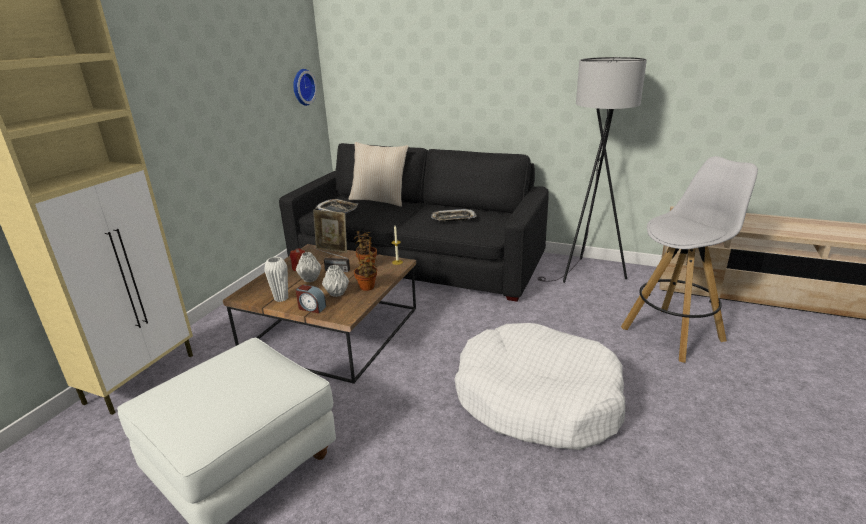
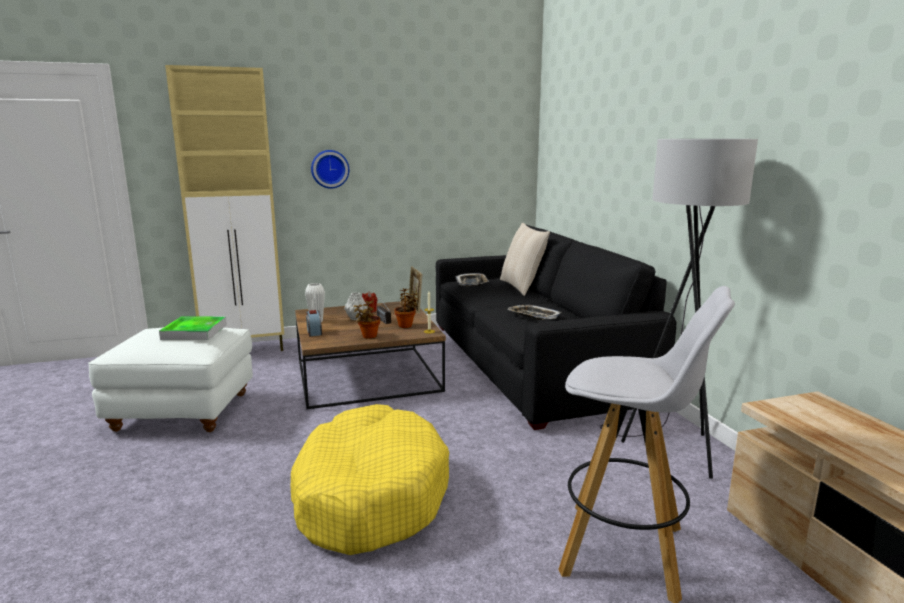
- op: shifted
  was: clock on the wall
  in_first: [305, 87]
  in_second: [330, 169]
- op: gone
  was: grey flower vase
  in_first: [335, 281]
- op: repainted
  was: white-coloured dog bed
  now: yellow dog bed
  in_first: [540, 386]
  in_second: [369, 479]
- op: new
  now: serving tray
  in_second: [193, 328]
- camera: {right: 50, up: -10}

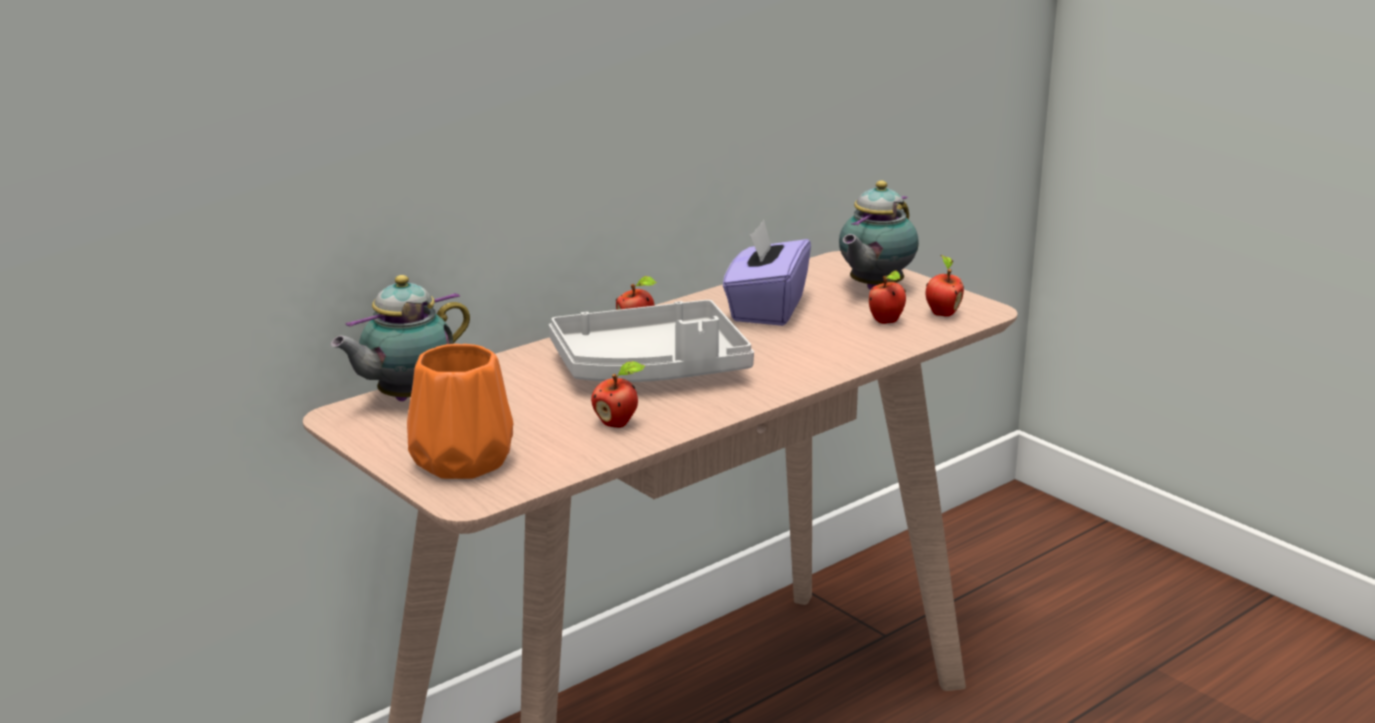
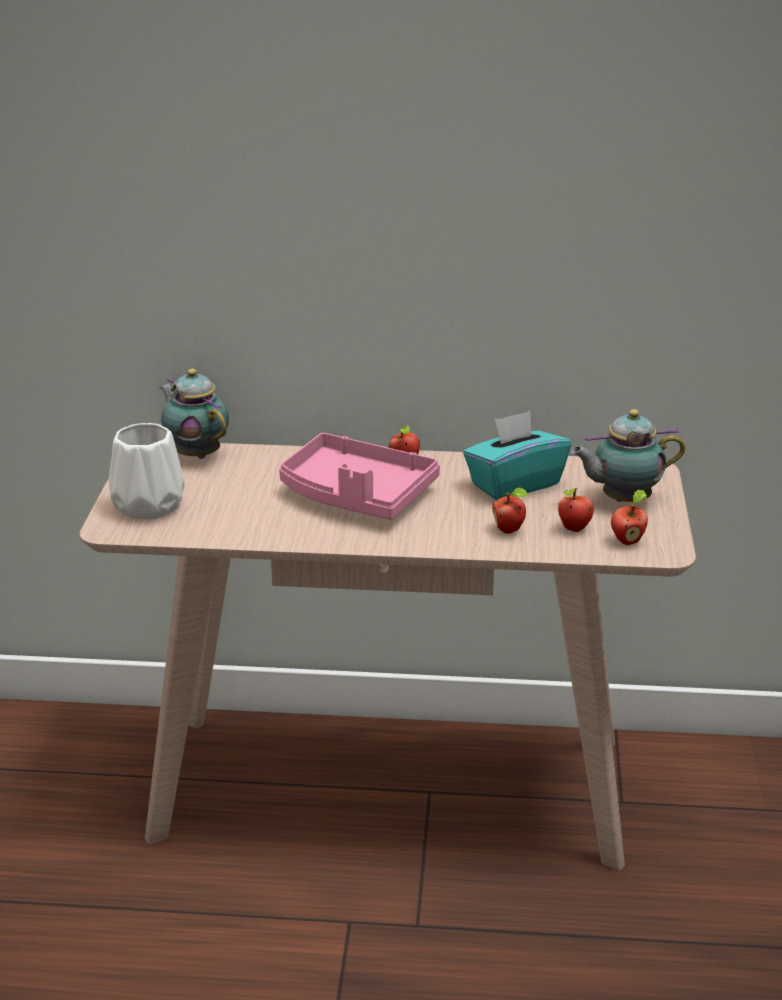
- op: rotated
  was: tea pot
  in_first: [400, 338]
  in_second: [194, 414]
  clockwise: 45
- op: repainted
  was: orange flower vase
  now: white-coloured flower vase
  in_first: [460, 411]
  in_second: [147, 471]
- op: repainted
  was: grey serving tray
  now: pink-coloured serving tray
  in_first: [651, 341]
  in_second: [359, 476]
- op: shifted
  was: apple fruit
  in_first: [618, 394]
  in_second: [510, 510]
- op: repainted
  was: purple-coloured tissue holder
  now: blue-green tissue holder
  in_first: [767, 273]
  in_second: [517, 456]
- camera: {right: 45, up: 5}

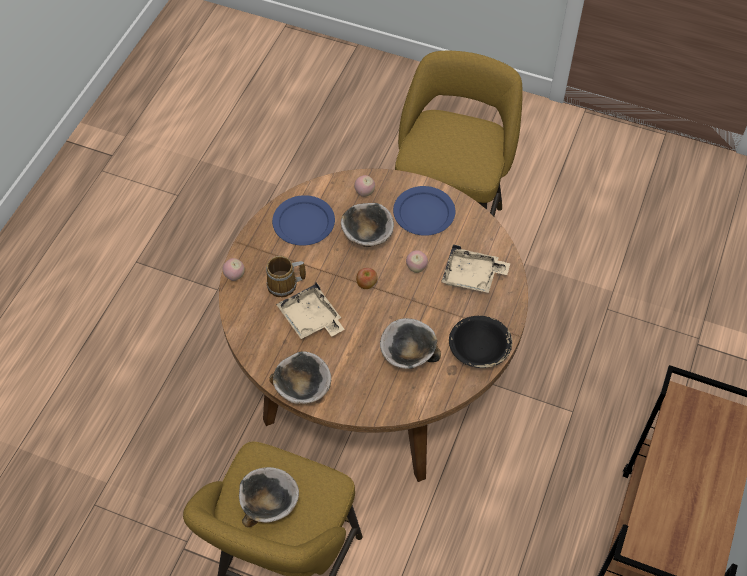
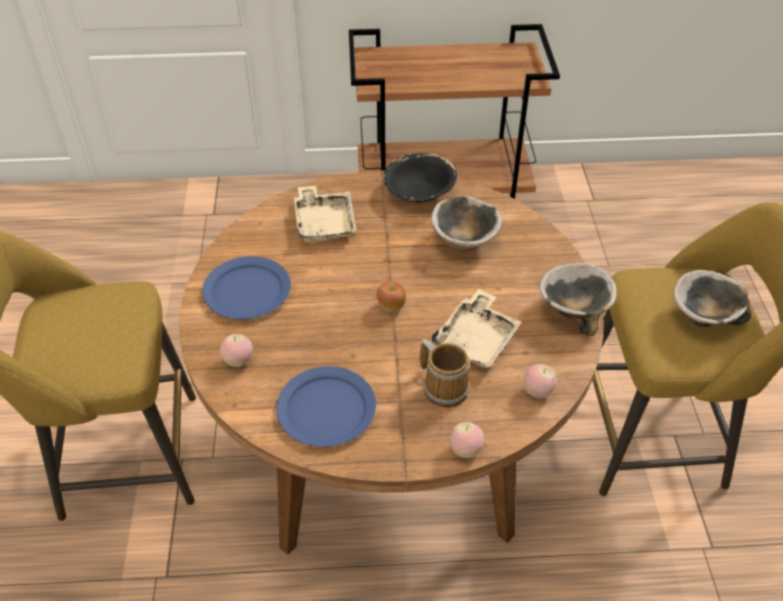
- op: gone
  was: bowl
  in_first: [367, 225]
- op: shifted
  was: apple fruit
  in_first: [417, 261]
  in_second: [540, 381]
- camera: {right: -115, up: -10}

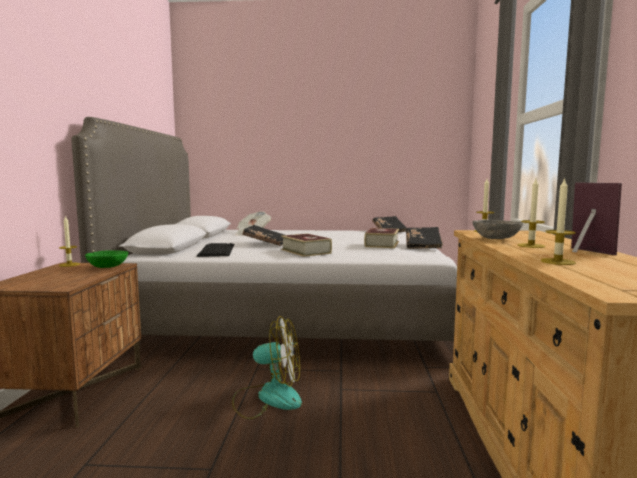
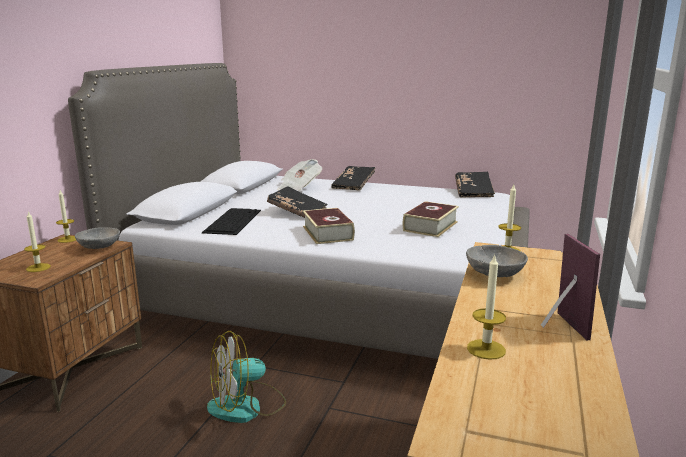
- op: repainted
  was: green bowl
  now: grey bowl
  in_first: [107, 259]
  in_second: [97, 238]
- op: rotated
  was: electric fan
  in_first: [267, 367]
  in_second: [246, 377]
  clockwise: 135
- op: shifted
  was: black-coloured book
  in_first: [424, 238]
  in_second: [353, 178]
- op: shifted
  was: wax candle
  in_first: [531, 213]
  in_second: [37, 241]
- camera: {right: 15, up: 10}

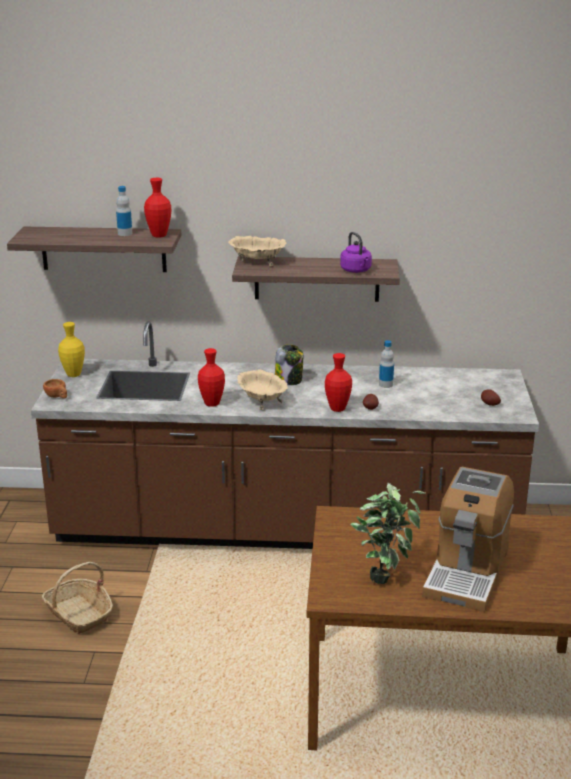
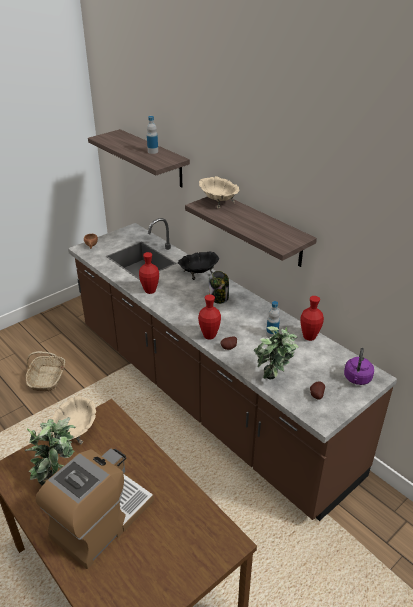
- op: gone
  was: yellow flower vase
  in_first: [71, 349]
- op: shifted
  was: red-coloured flower vase
  in_first: [157, 208]
  in_second: [312, 318]
- op: shifted
  was: beige bowl
  in_first: [262, 389]
  in_second: [73, 420]
- op: shifted
  was: purple-coloured kettle
  in_first: [356, 252]
  in_second: [359, 366]
- op: rotated
  was: coffee maker
  in_first: [468, 539]
  in_second: [95, 509]
  clockwise: 150
- op: new
  now: black-coloured bowl
  in_second: [198, 265]
- op: new
  now: plant in a pot
  in_second: [276, 353]
- camera: {right: 45, up: 10}

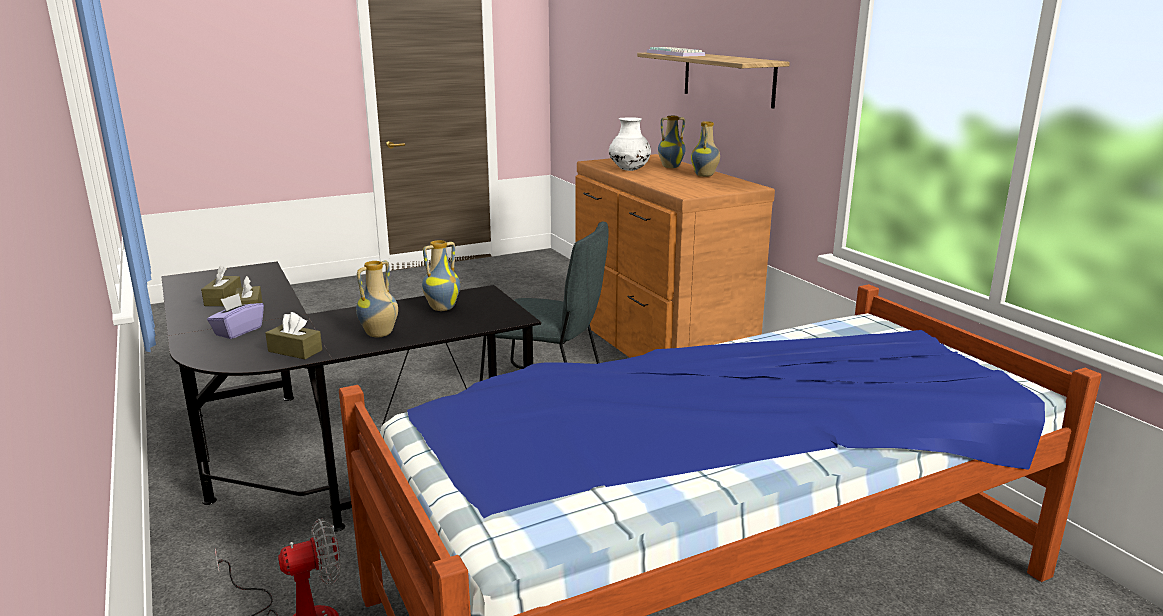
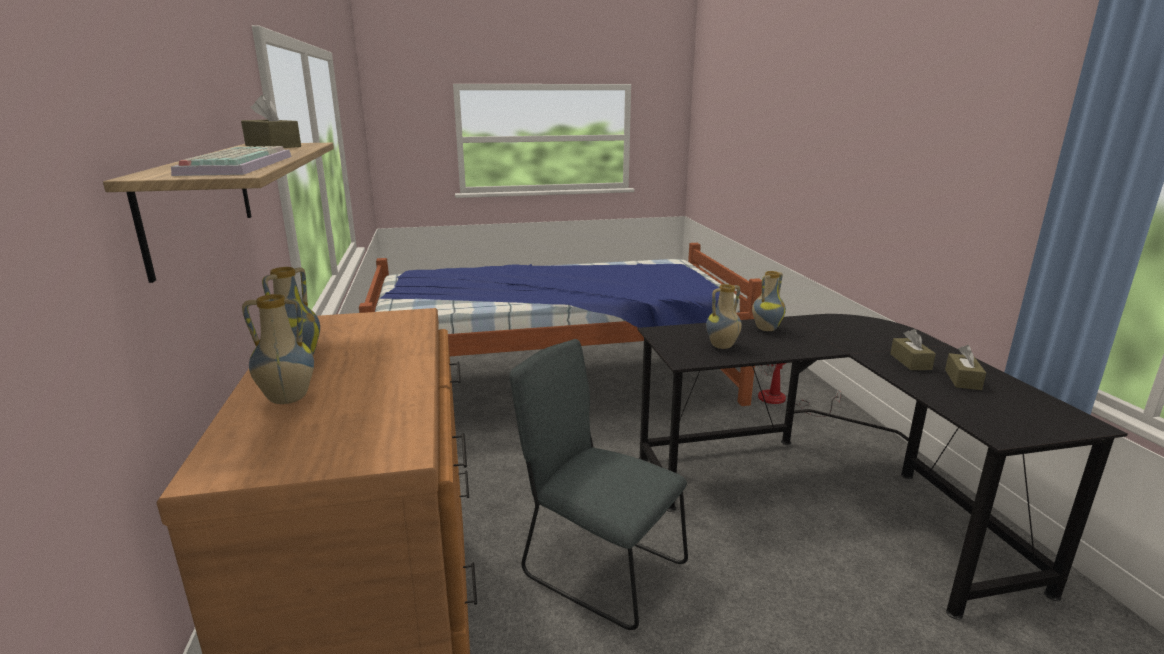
- op: gone
  was: purple-coloured tissue holder
  in_first: [235, 316]
- op: shifted
  was: brown tissue holder
  in_first: [294, 335]
  in_second: [271, 121]
- op: gone
  was: white-coloured flower vase
  in_first: [630, 144]
- camera: {right: -165, up: 0}

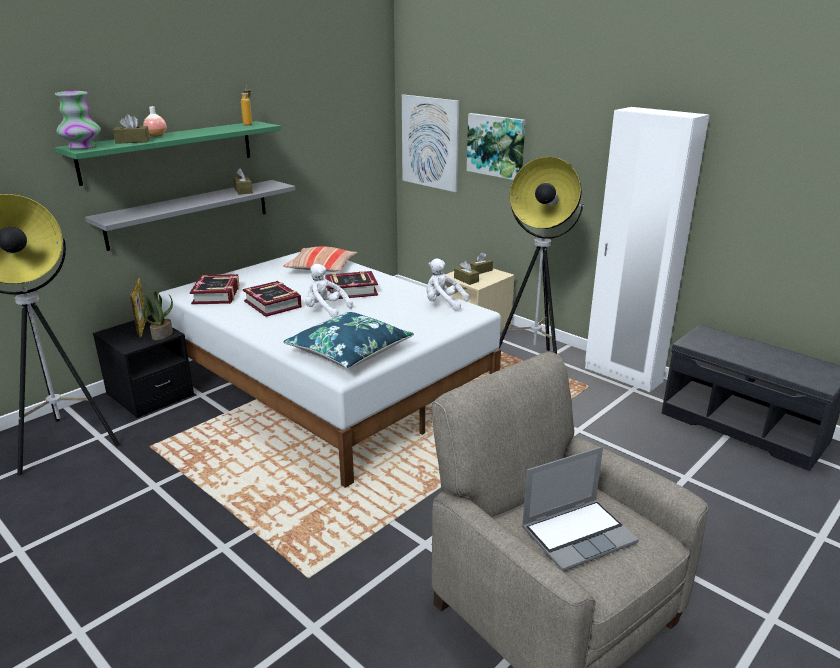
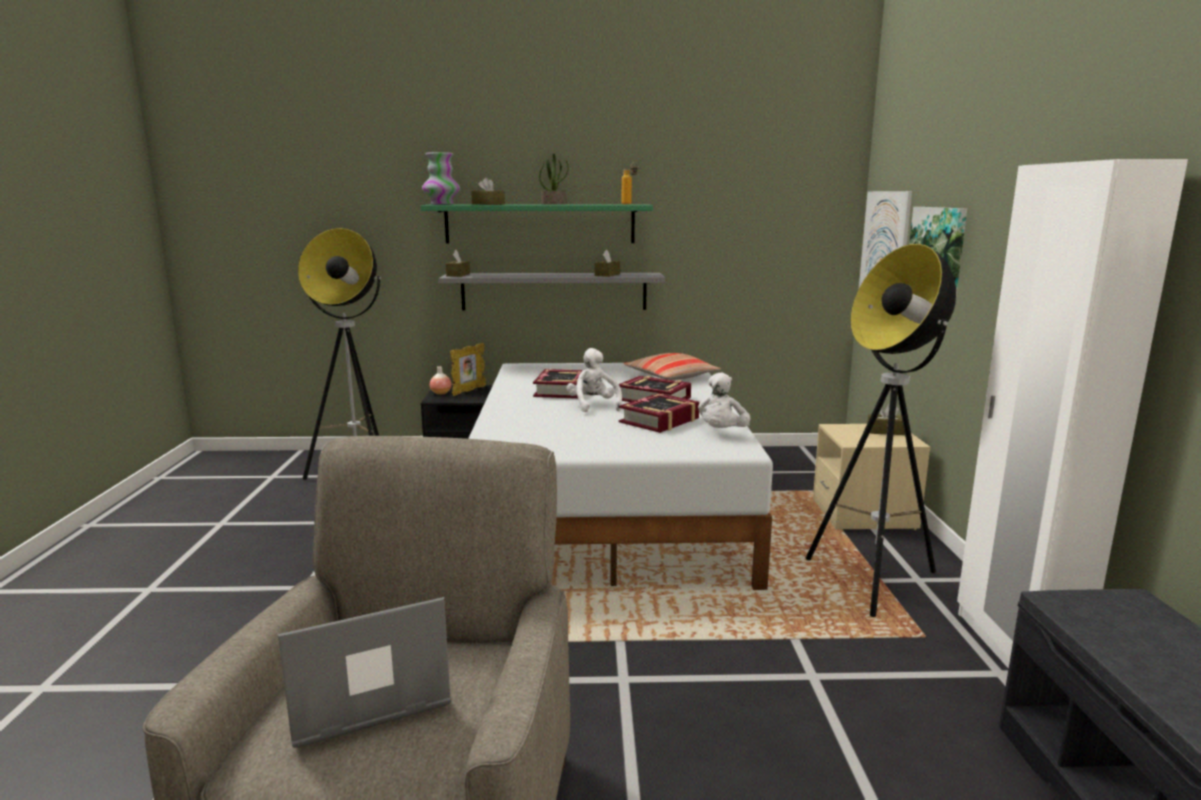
- op: shifted
  was: flower vase
  in_first: [155, 121]
  in_second: [441, 380]
- op: shifted
  was: plant in a pot
  in_first: [158, 315]
  in_second: [553, 179]
- op: shifted
  was: book
  in_first: [215, 289]
  in_second: [659, 413]
- op: gone
  was: blue cushion
  in_first: [348, 340]
- op: rotated
  was: white-coloured cuddly toy
  in_first: [448, 284]
  in_second: [724, 400]
  clockwise: -135
- op: shifted
  was: brown tissue holder
  in_first: [466, 273]
  in_second: [458, 263]
- op: rotated
  was: notebook computer
  in_first: [580, 508]
  in_second: [364, 672]
  clockwise: 135
- camera: {right: 45, up: -10}

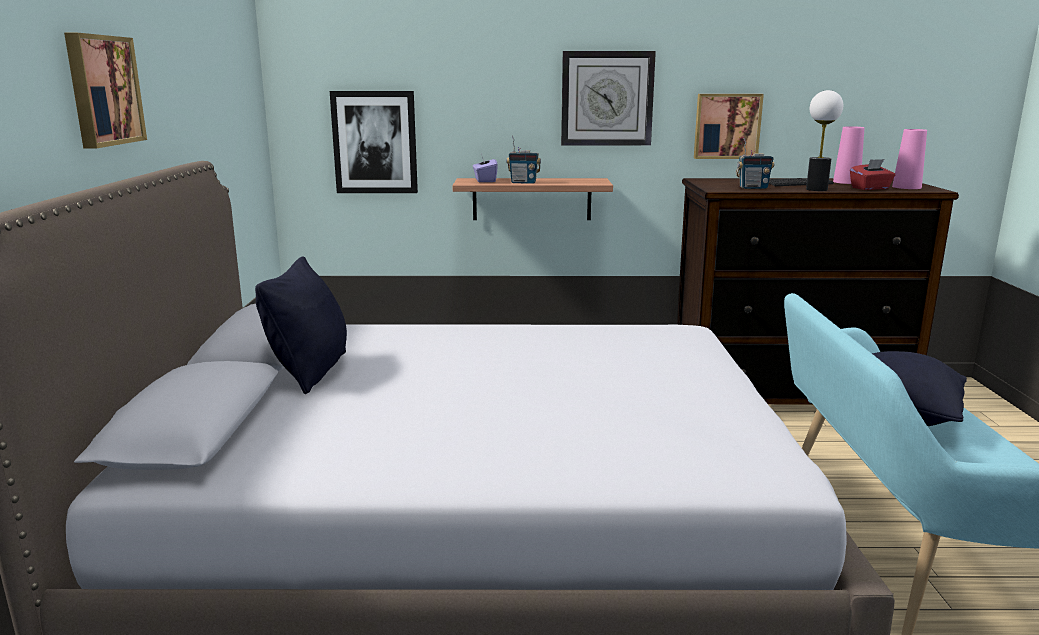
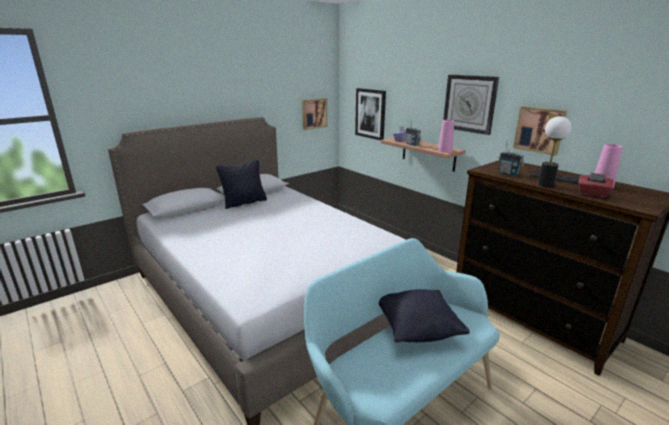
- op: shifted
  was: wall picture
  in_first: [105, 90]
  in_second: [314, 114]
- op: shifted
  was: pink-coloured flower vase
  in_first: [909, 159]
  in_second: [446, 136]
- camera: {right: 50, up: 5}

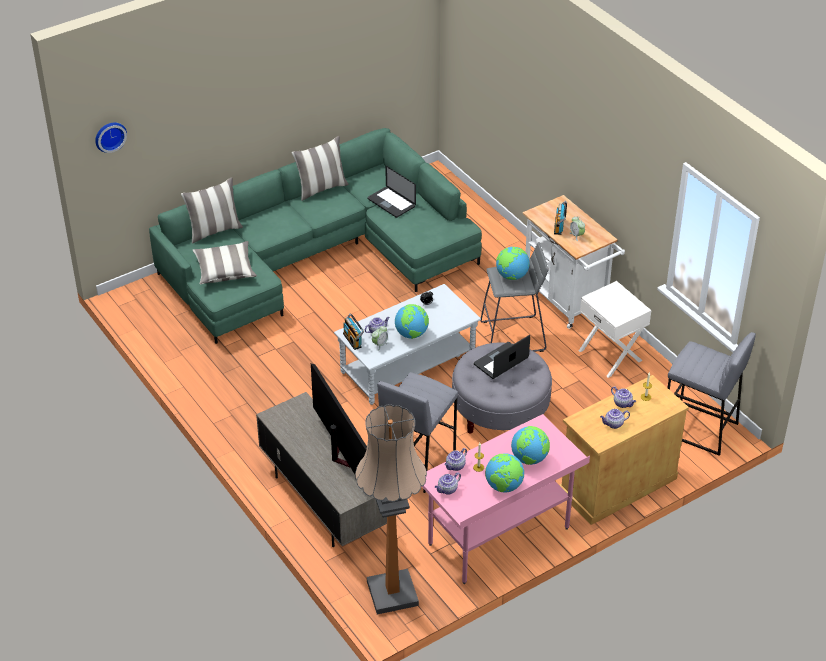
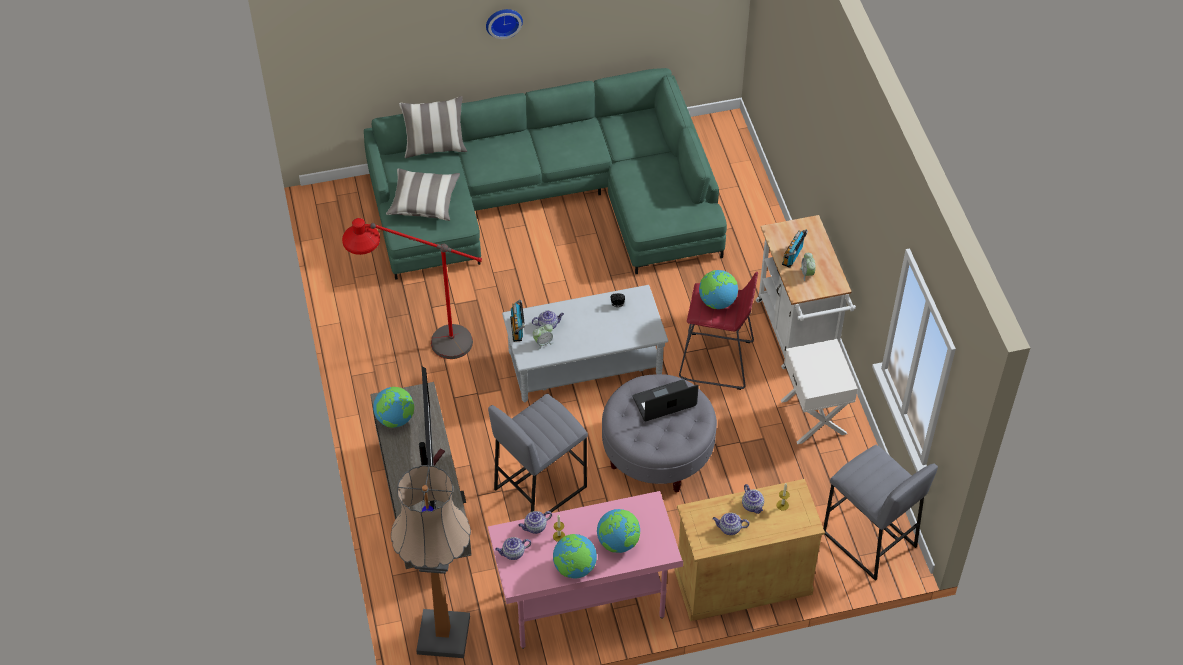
- op: shifted
  was: clock on the wall
  in_first: [111, 137]
  in_second: [504, 24]
- op: gone
  was: cushion
  in_first: [320, 168]
- op: gone
  was: notebook computer
  in_first: [391, 192]
- op: shifted
  was: globe
  in_first: [412, 321]
  in_second: [393, 407]
- op: repainted
  was: grey sitting stool
  now: red-coloured sitting stool
  in_first: [514, 297]
  in_second: [718, 331]
- op: new
  now: red-coloured standard lamp
  in_second: [412, 288]
- camera: {right: 20, up: 10}

